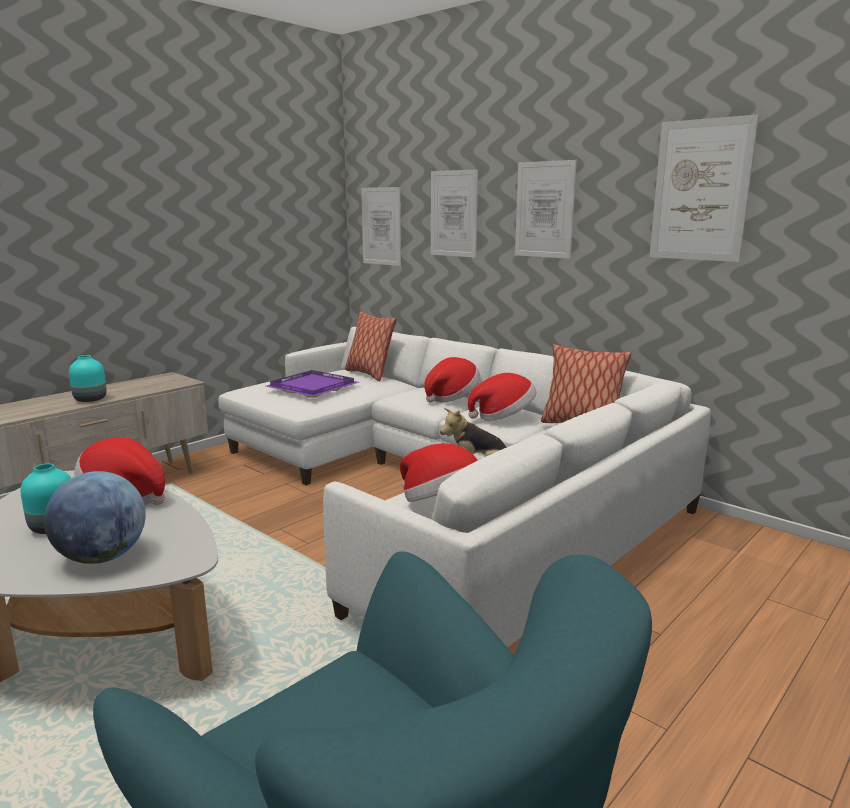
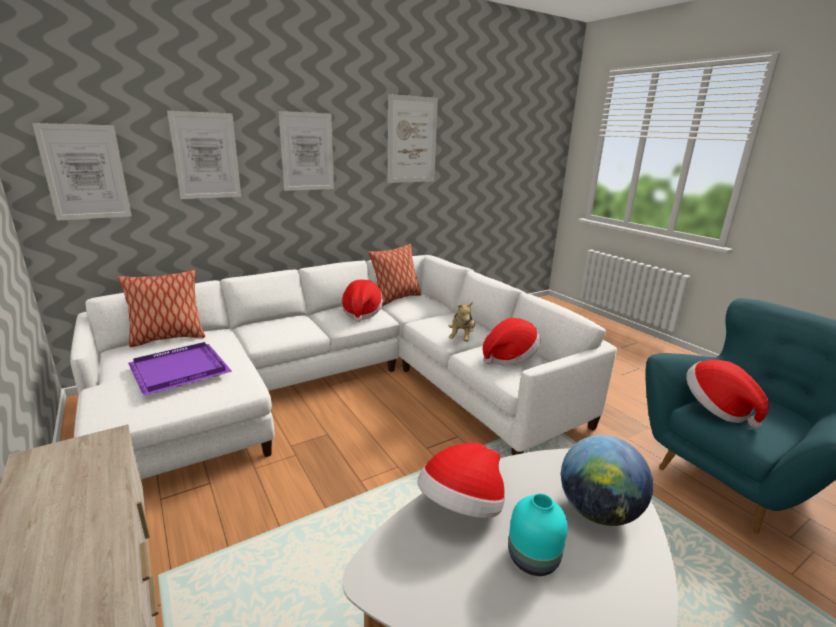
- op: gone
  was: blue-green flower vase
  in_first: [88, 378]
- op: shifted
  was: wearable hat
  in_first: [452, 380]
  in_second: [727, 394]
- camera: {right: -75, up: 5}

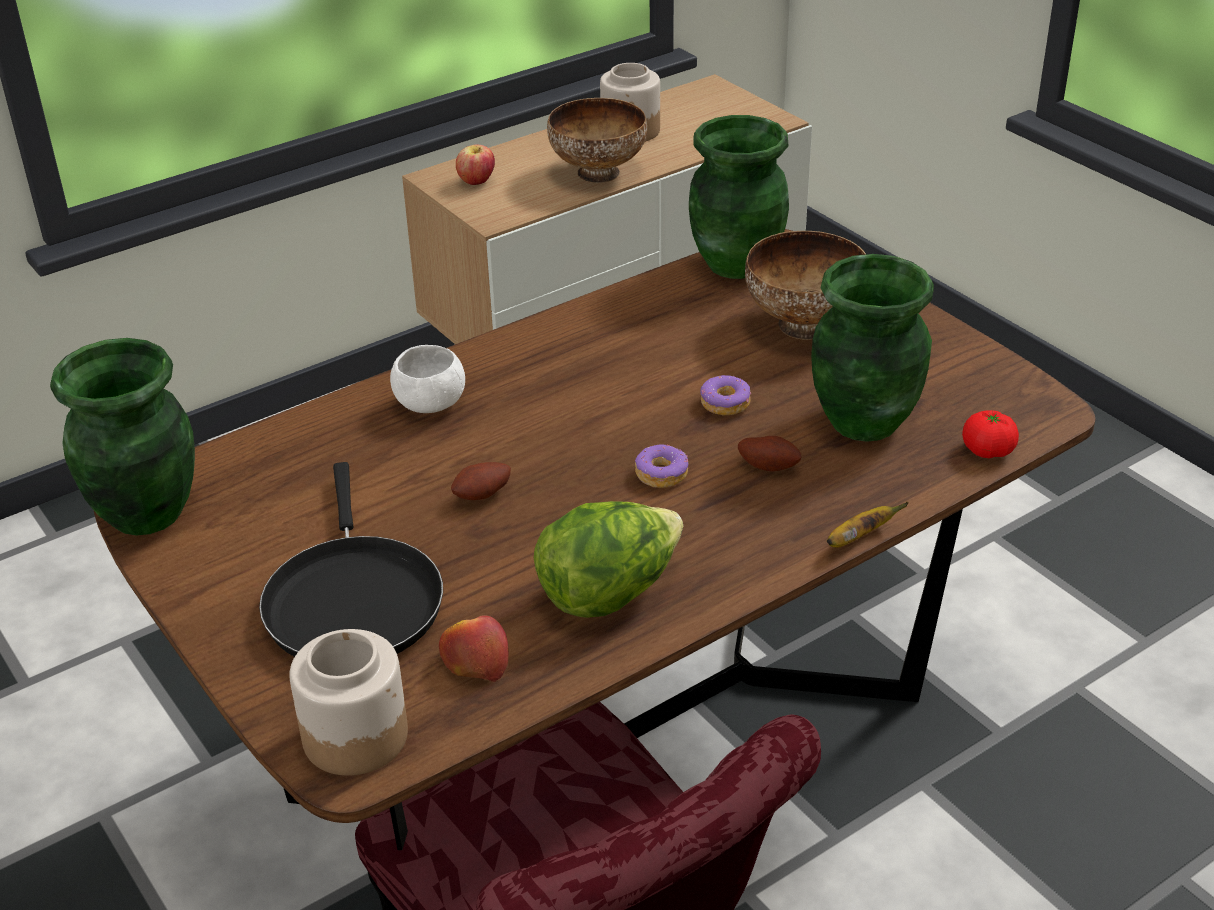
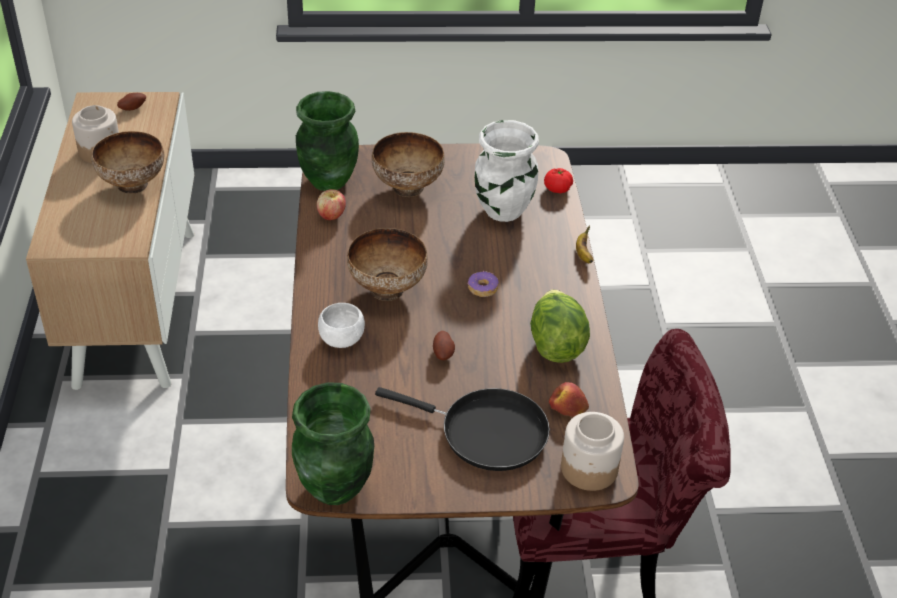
- op: shifted
  was: apple fruit
  in_first: [475, 165]
  in_second: [331, 204]
- op: gone
  was: doughnut
  in_first: [725, 395]
- op: shifted
  was: potato
  in_first: [770, 454]
  in_second: [131, 102]
- op: repainted
  was: green flower vase
  now: white-coloured flower vase
  in_first: [872, 348]
  in_second: [507, 171]
- op: new
  now: bowl
  in_second: [387, 264]
- camera: {right: -60, up: 5}

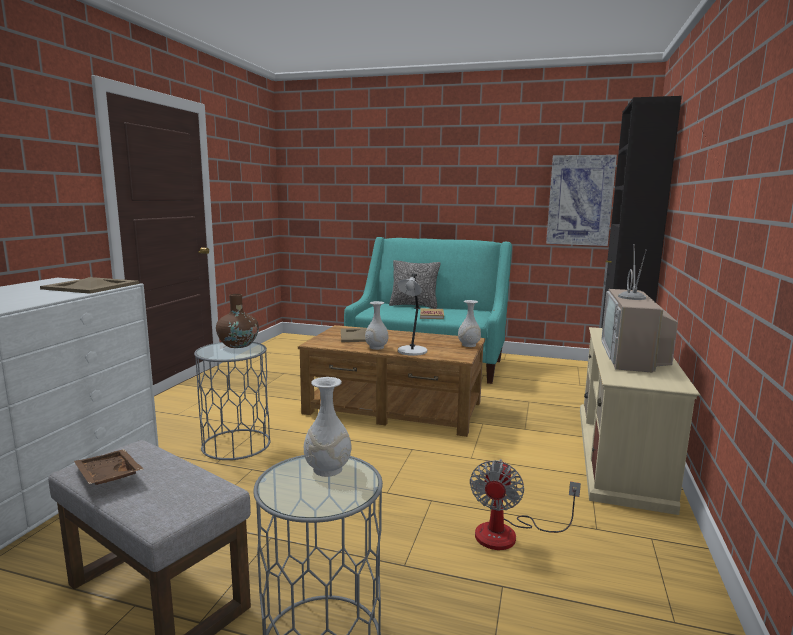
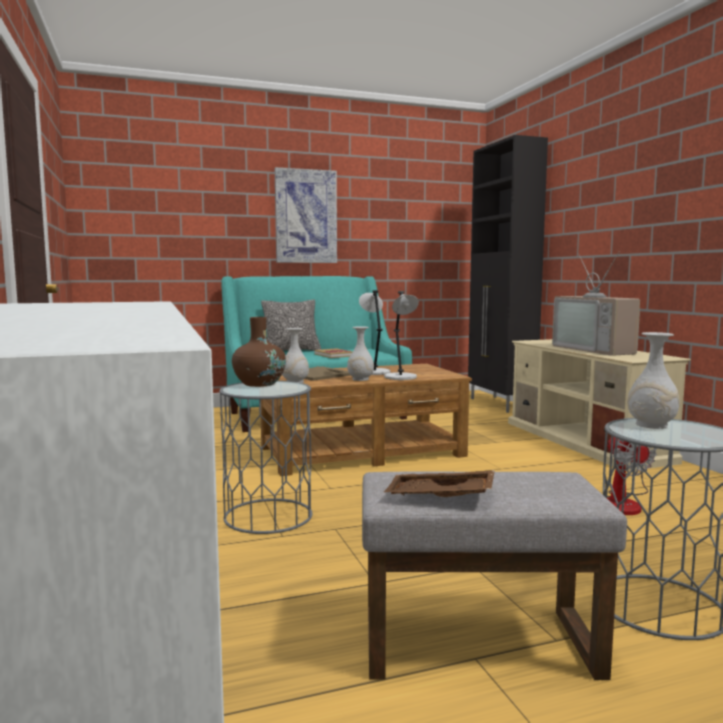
- op: gone
  was: beige serving tray
  in_first: [89, 285]
- op: shifted
  was: white-coloured flower vase
  in_first: [469, 323]
  in_second: [295, 355]
- op: shifted
  was: wall picture
  in_first: [581, 200]
  in_second: [306, 215]
- op: new
  now: grey lamp for a table
  in_second: [375, 332]
- camera: {right: -35, up: -5}

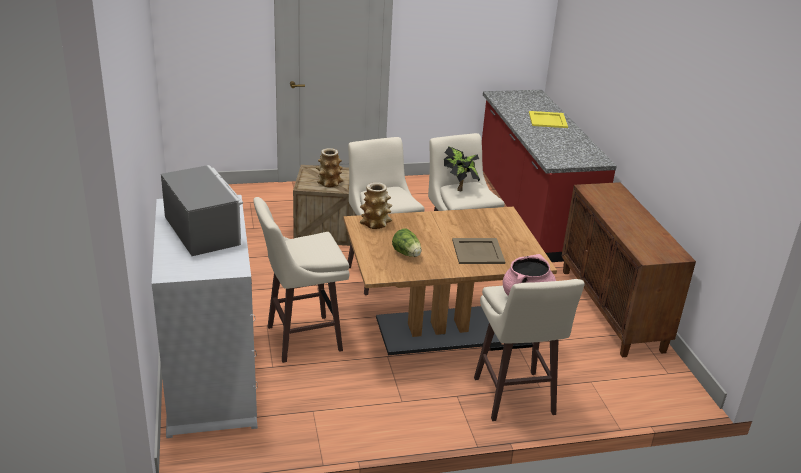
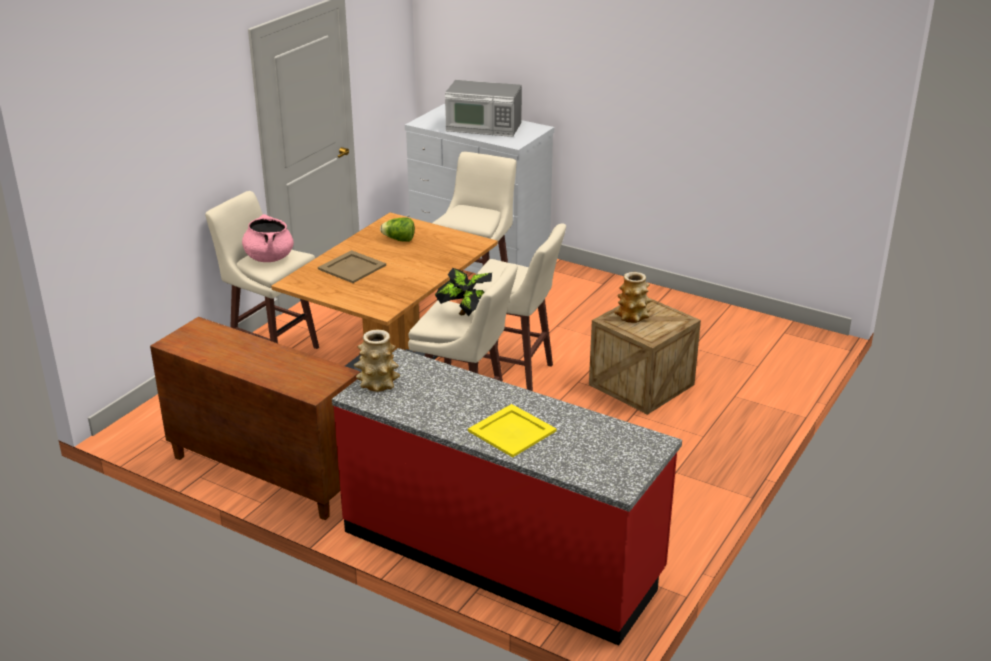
- op: shifted
  was: flower vase
  in_first: [376, 206]
  in_second: [377, 361]
- camera: {right: 135, up: 0}

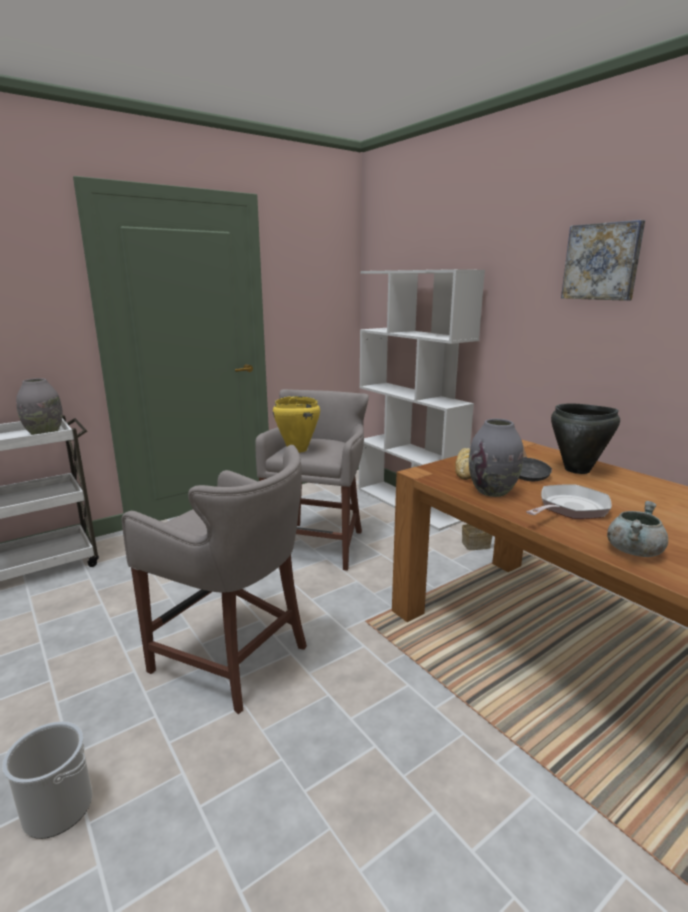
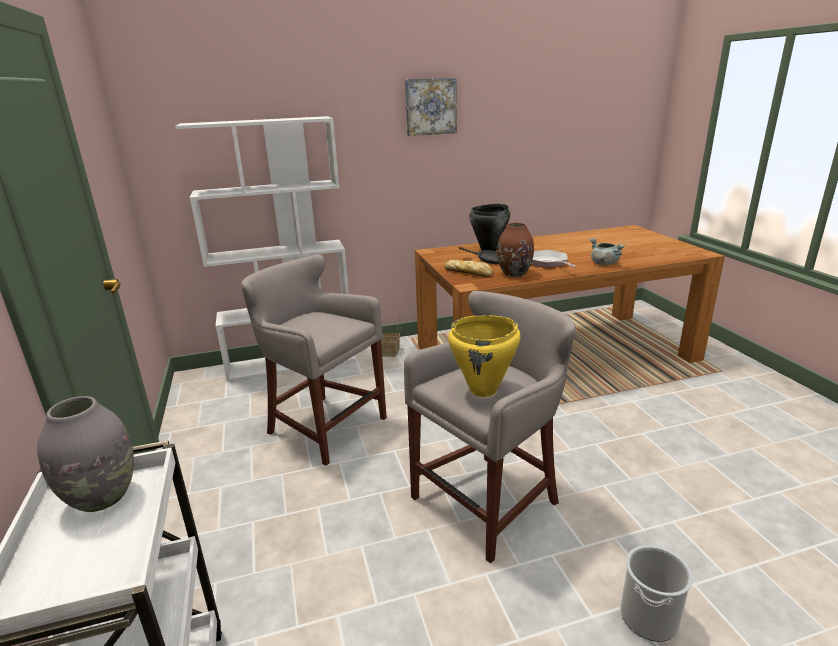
- op: shifted
  was: yellow saucepot
  in_first: [296, 424]
  in_second: [484, 356]
- op: repainted
  was: grey flower vase
  now: brown flower vase
  in_first: [496, 458]
  in_second: [515, 250]
- camera: {right: -70, up: 5}

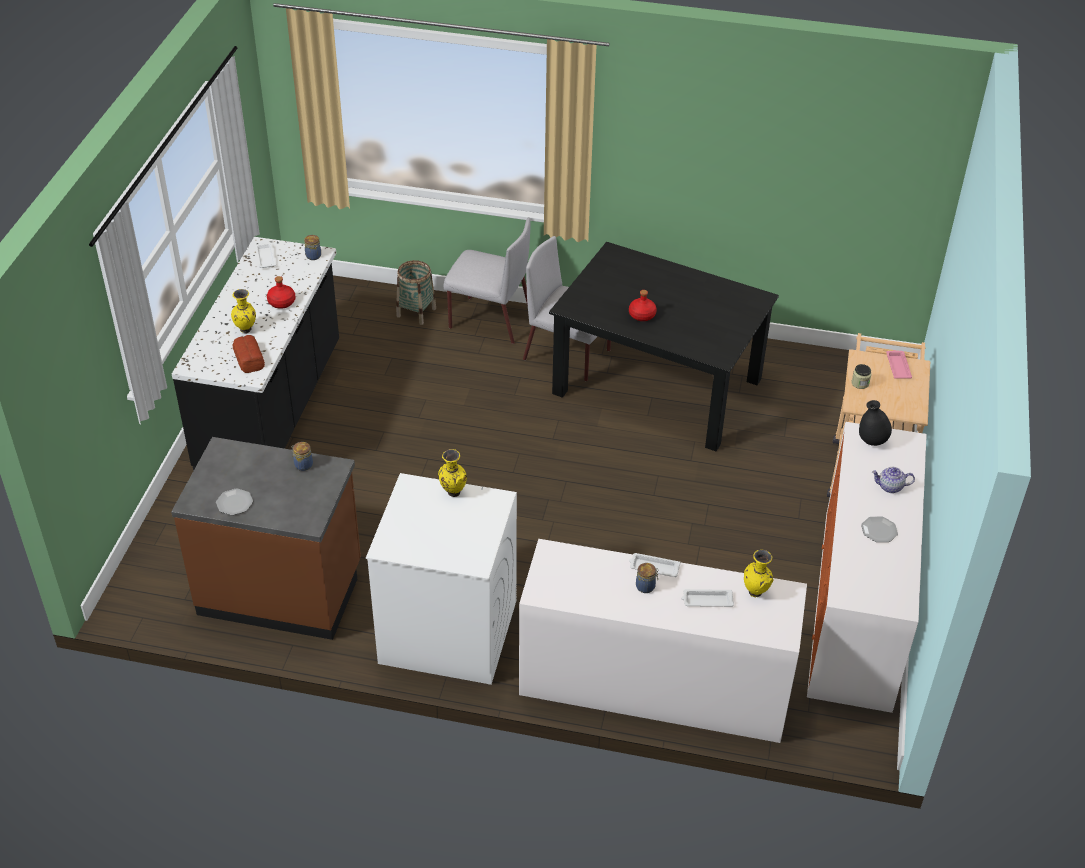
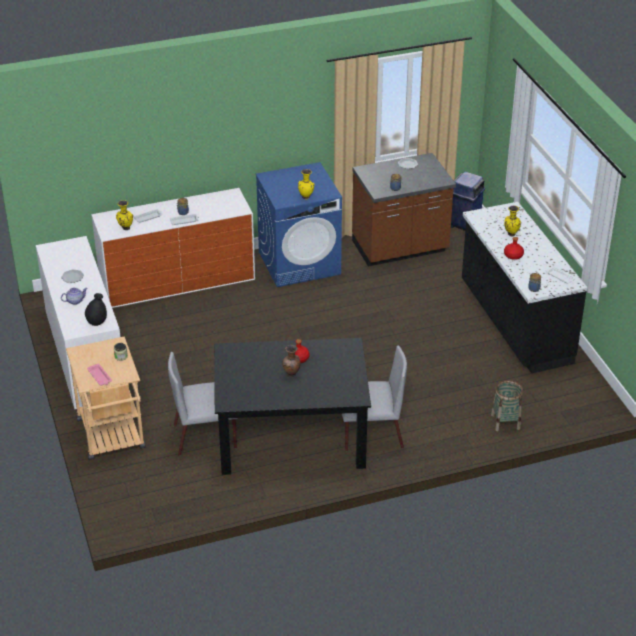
- op: gone
  was: bakery bread
  in_first: [248, 354]
- op: repainted
  was: white-coloured washing machine
  now: blue washing machine
  in_first: [441, 579]
  in_second: [299, 224]
- op: shifted
  was: grey plain chair
  in_first: [487, 280]
  in_second: [202, 404]
- op: new
  now: brown flower vase
  in_second: [291, 361]
- op: new
  now: blue waste bin
  in_second: [468, 201]
- camera: {right: 150, up: -5}

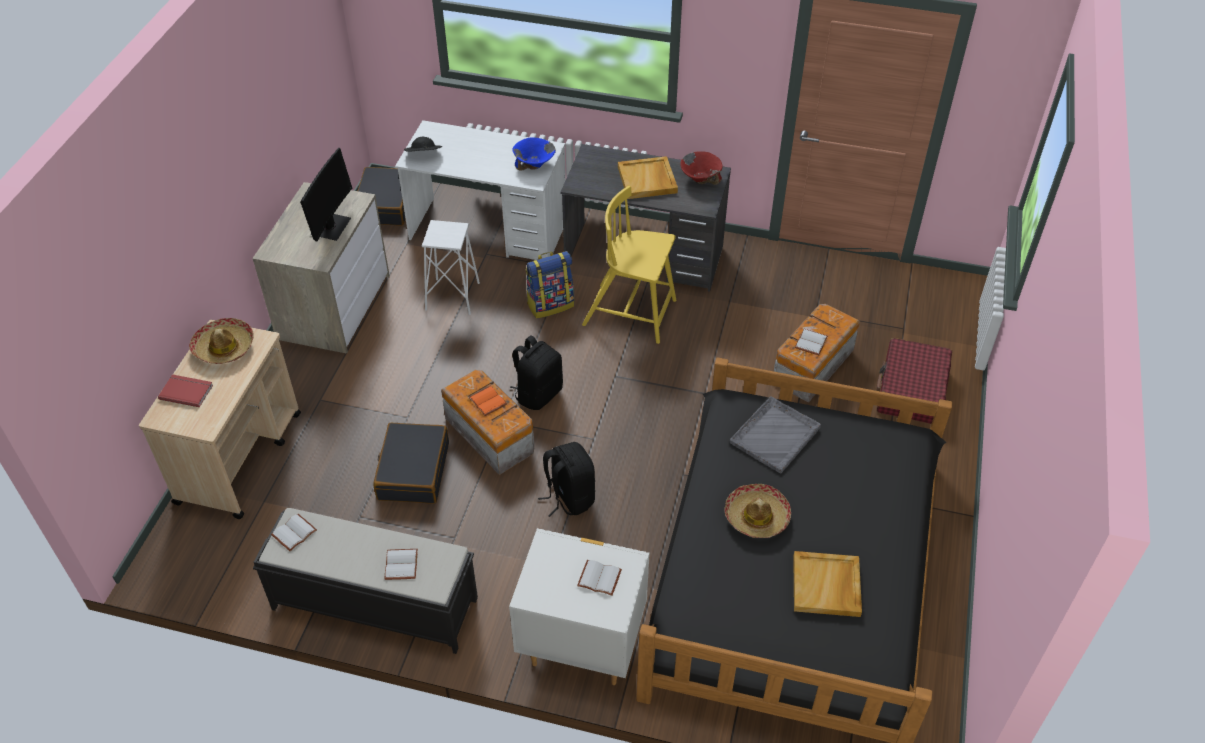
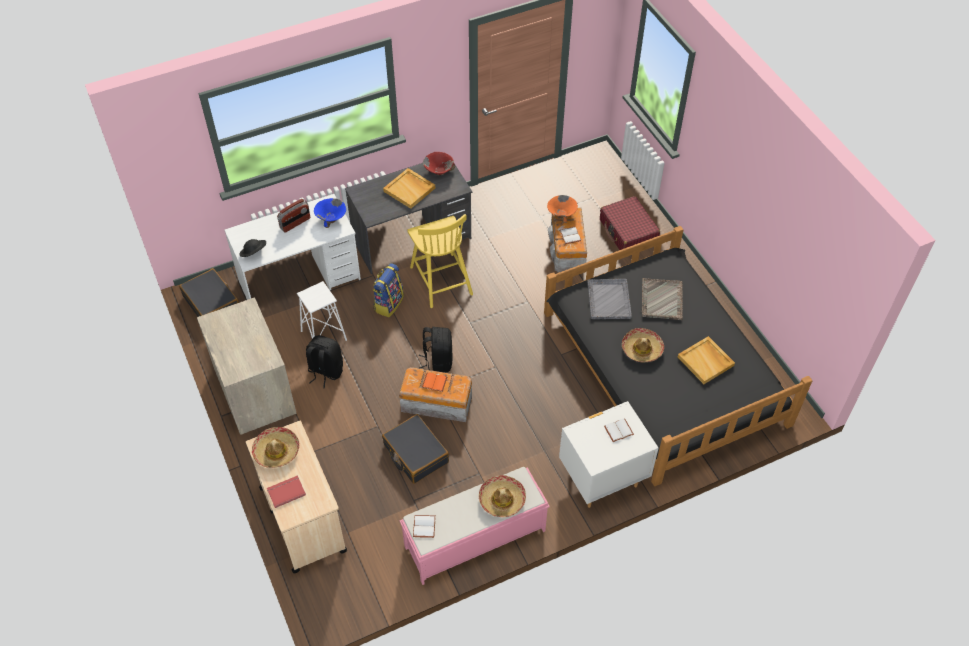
- op: repainted
  was: black-coloured bench
  now: pink-coloured bench
  in_first: [365, 581]
  in_second: [475, 526]
- op: gone
  was: computer display
  in_first: [326, 195]
- op: swapped
  was: white-coloured book
  now: wearable hat
  in_first: [401, 564]
  in_second: [502, 496]
- op: shifted
  was: black-coloured rucksack
  in_first: [566, 479]
  in_second: [324, 361]
- op: rotated
  was: yellow plain chair
  in_first: [629, 265]
  in_second: [440, 261]
  clockwise: -90
- op: new
  now: radio set
  in_second: [293, 216]
- op: new
  now: orange bowl
  in_second: [562, 209]
- op: new
  now: grey serving tray
  in_second: [662, 299]
- camera: {right: -40, up: 5}

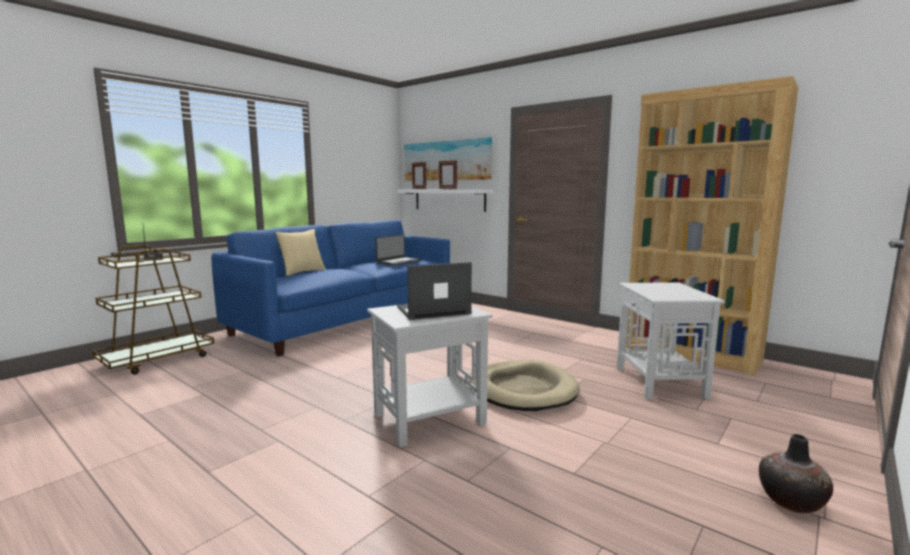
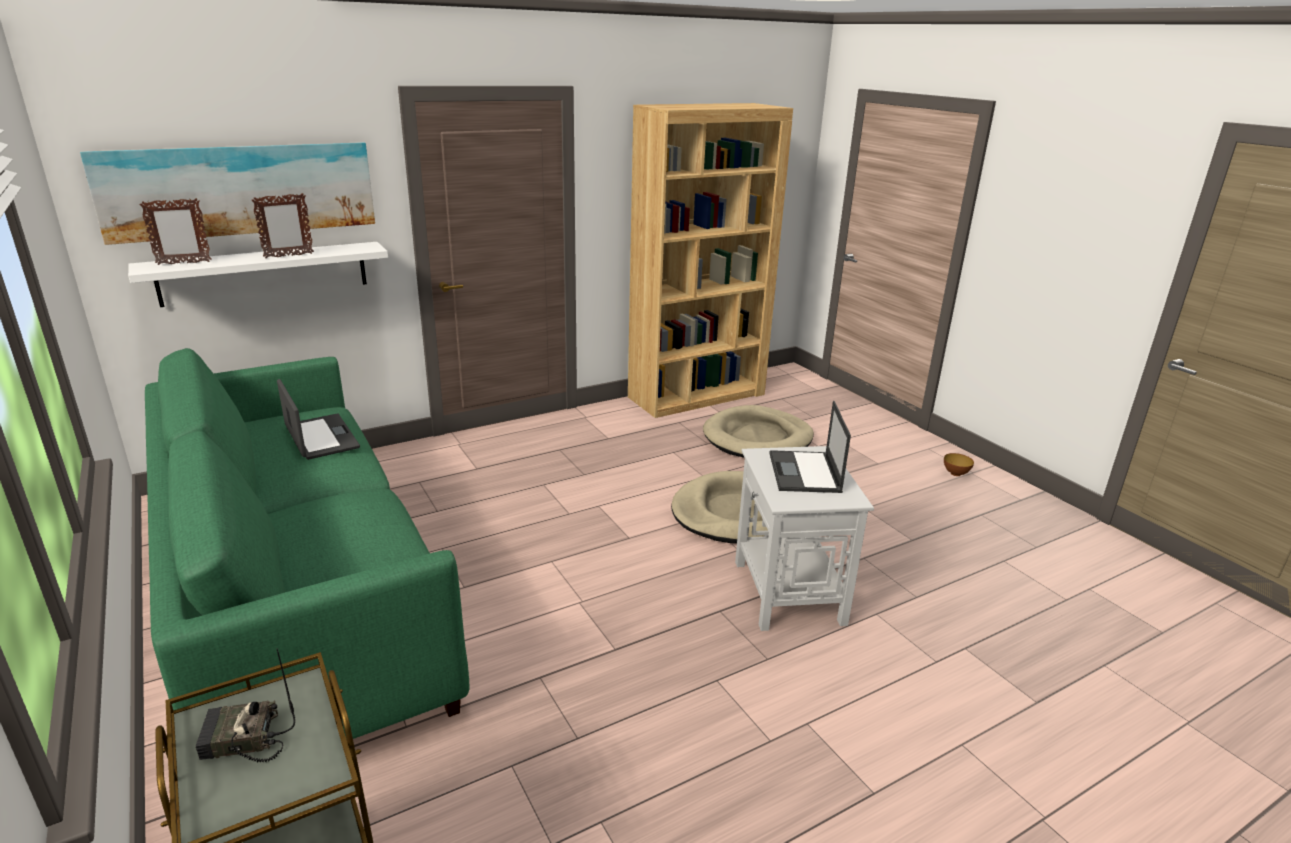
- op: repainted
  was: blue couch
  now: green couch
  in_first: [330, 288]
  in_second: [307, 543]
- op: gone
  was: cushion
  in_first: [300, 252]
- op: swapped
  was: white-coloured accent table
  now: beige dog bed
  in_first: [671, 341]
  in_second: [758, 431]
- op: swapped
  was: flower vase
  now: bowl
  in_first: [796, 473]
  in_second: [959, 464]
- camera: {right: -70, up: 15}

